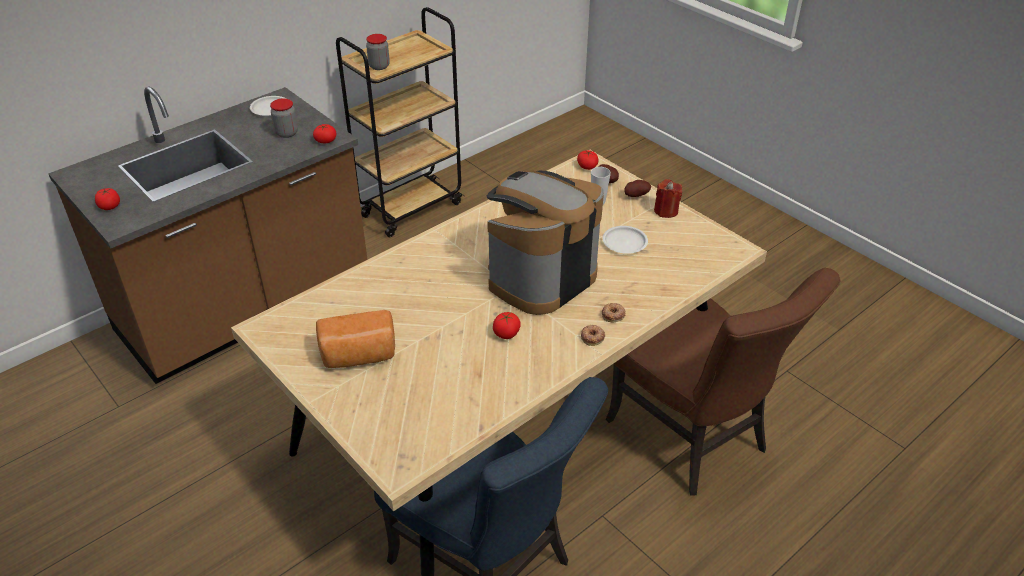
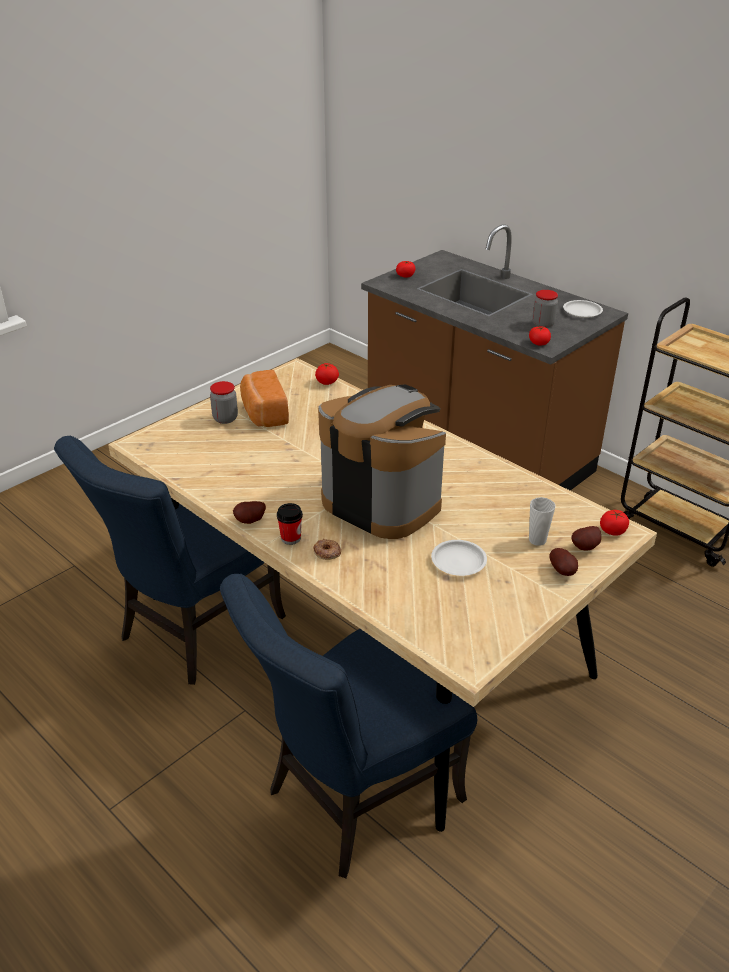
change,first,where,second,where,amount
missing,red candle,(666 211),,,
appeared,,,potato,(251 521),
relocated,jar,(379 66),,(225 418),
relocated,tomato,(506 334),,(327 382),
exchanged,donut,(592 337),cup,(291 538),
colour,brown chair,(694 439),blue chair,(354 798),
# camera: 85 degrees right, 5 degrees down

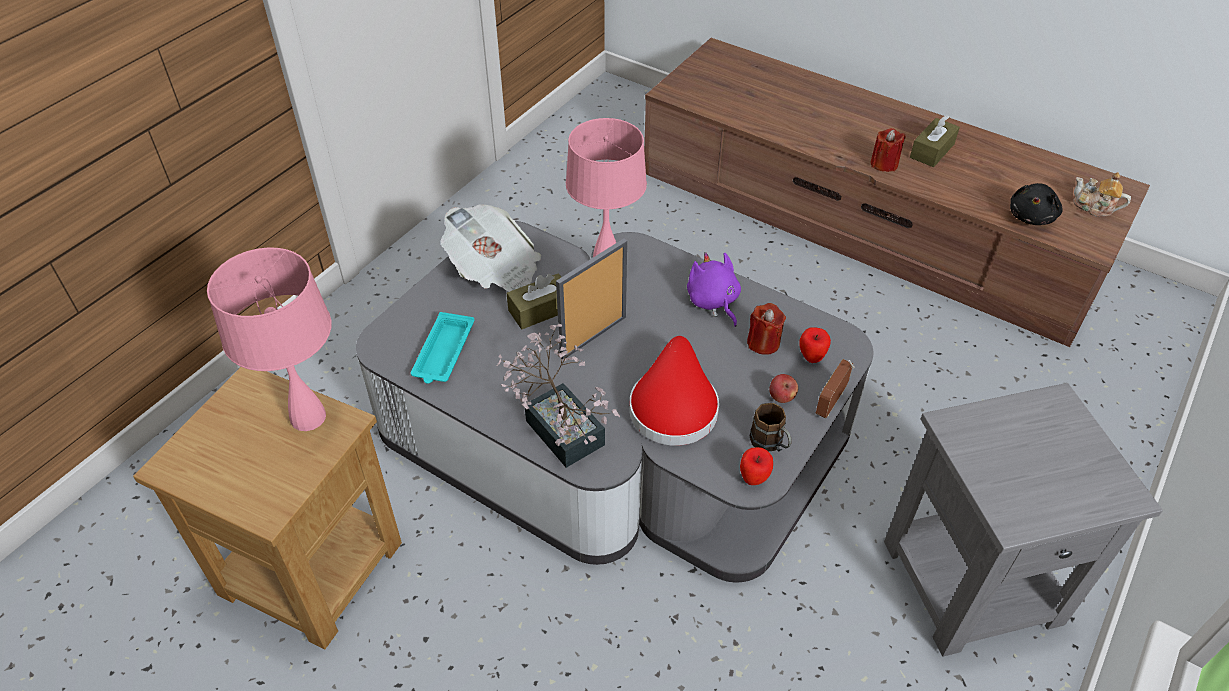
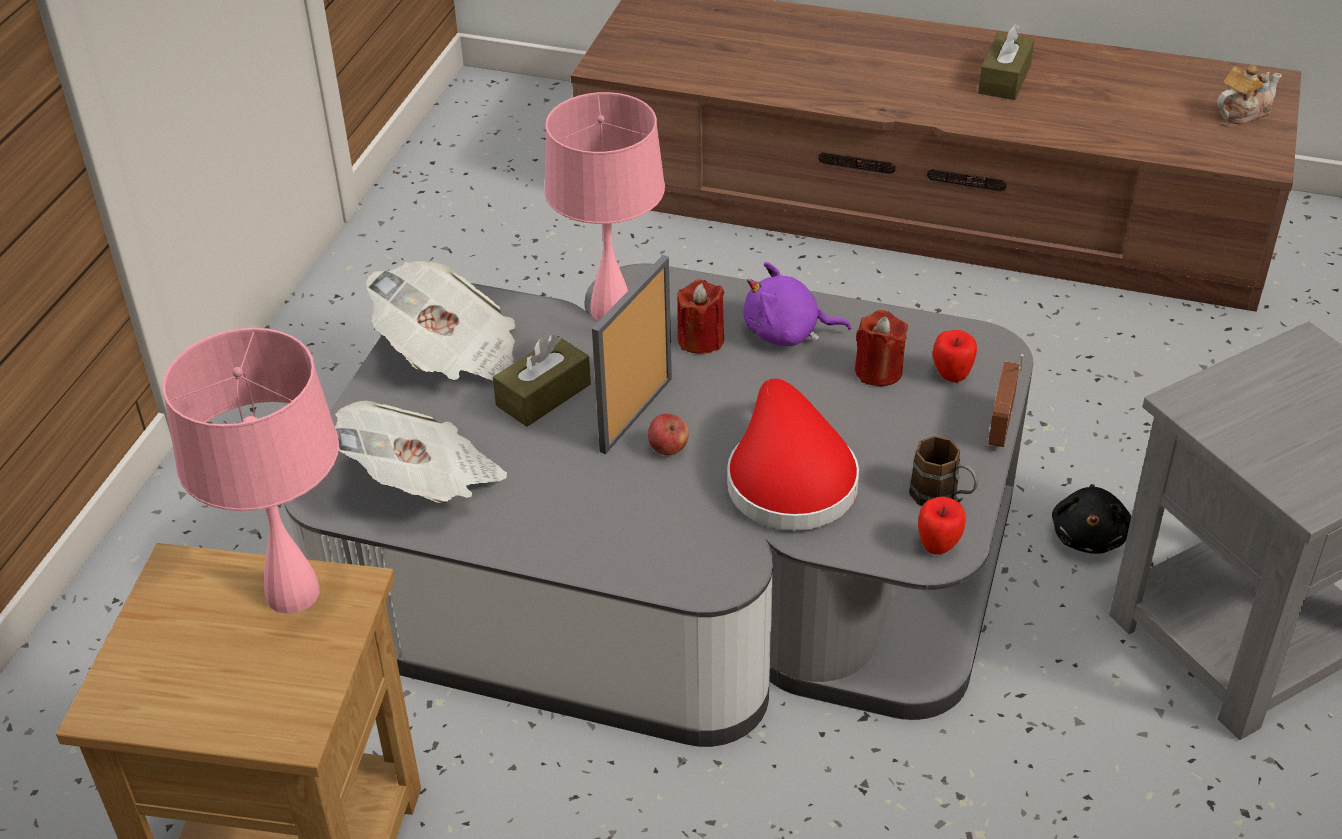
change,first,where,second,where,amount
missing,potted plant,(560 425),,,
relocated,apple,(781 397),,(668 449),
relocated,red candle,(884 164),,(700 339),
relocated,black plush toy,(1031 216),,(1089 535),
exchanged,turquoise tray,(443 353),newspaper,(424 483),
spun,purple plush toy,(713 302),,(787 333),45 degrees counterclockwise
spun,teapot,(1094 207),,(1242 112),135 degrees clockwise
# camera: 15 degrees left, 5 degrees down

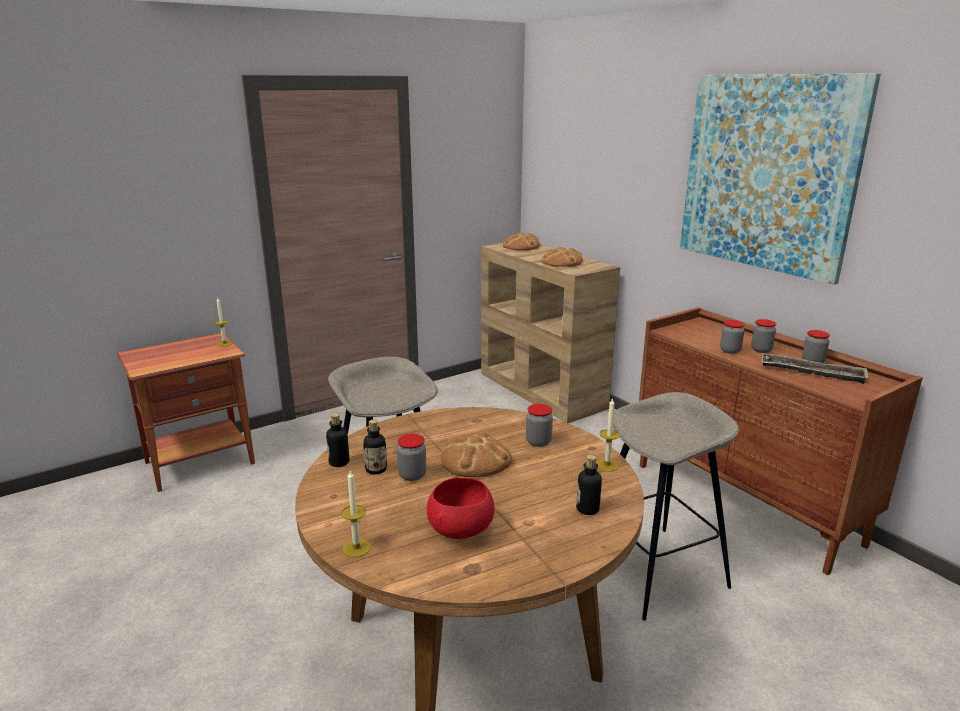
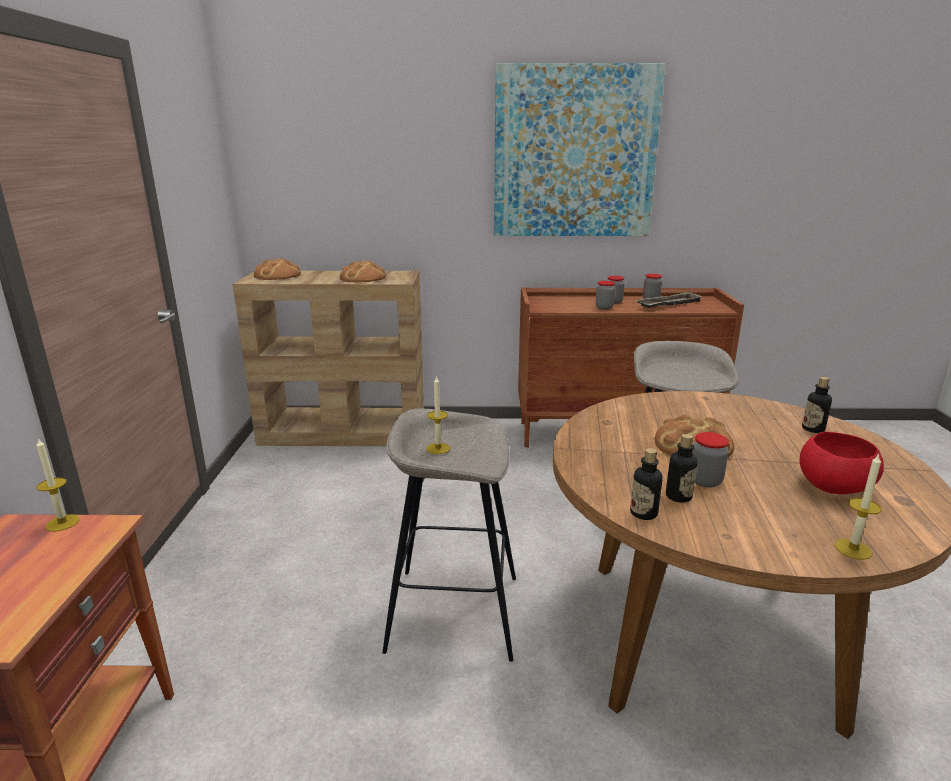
change,first,where,second,where,amount
missing,jar,(538 442),,,
relocated,candle,(607 465),,(438 448),
# camera: 55 degrees left, 0 degrees up

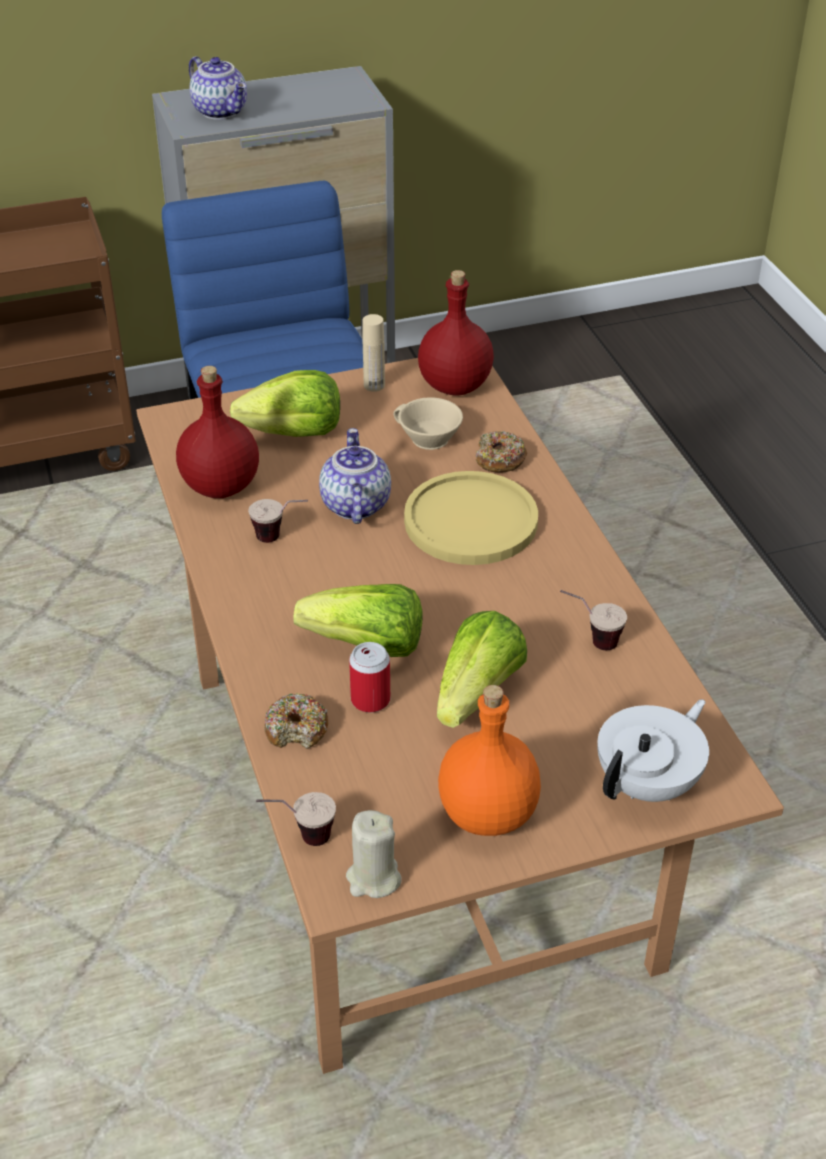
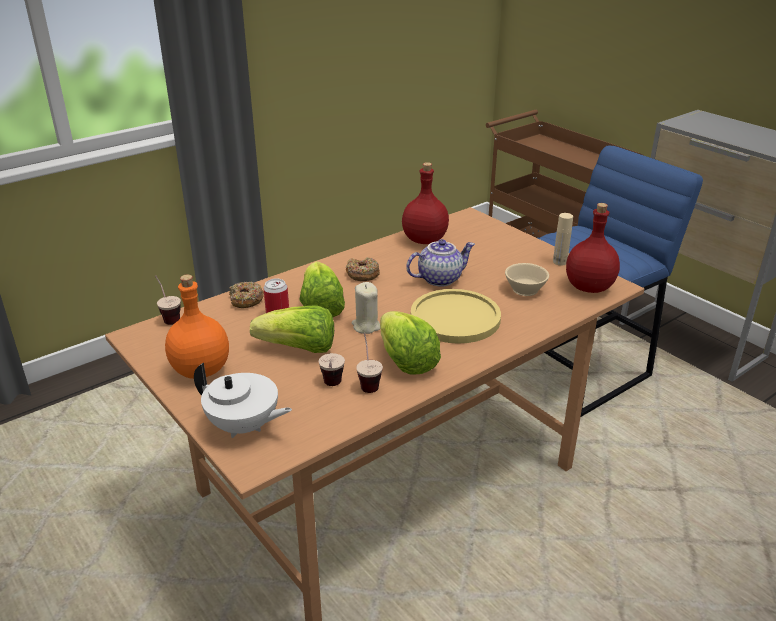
change,first,where,second,where,amount
missing,teapot,(221 111),,,
relocated,lettuce,(294 433),,(406 361),
relocated,cup,(281 539),,(332 388),
relocated,beige candle,(373 878),,(366 326),
relocated,donut,(499 459),,(362 274),
# camera: 70 degrees right, 10 degrees down

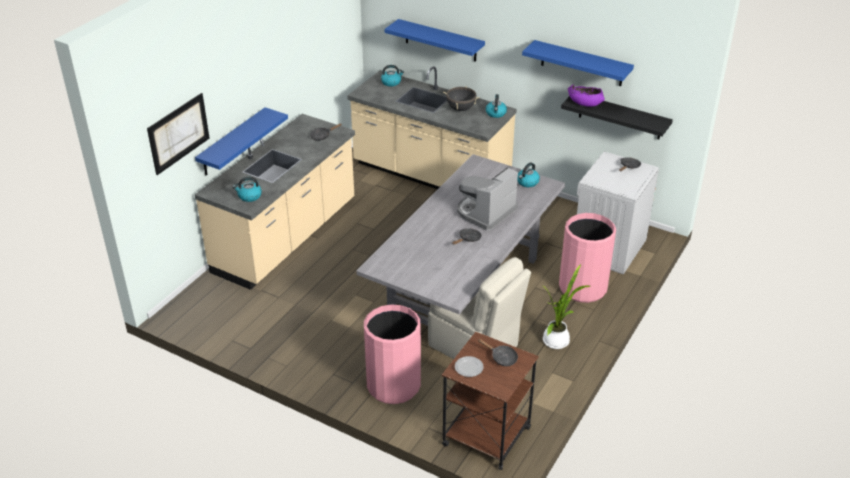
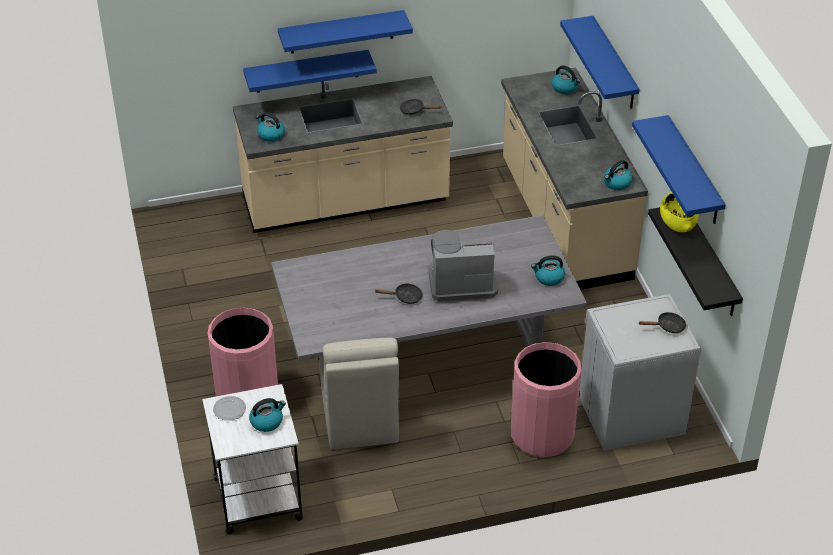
change,first,where,second,where,amount
missing,picture,(179 133),,,
missing,black cooking pot,(461 109),,,
missing,potted plant,(557 340),,,
appeared,,,blue shelf,(341 32),
exchanged,black frying pan,(501 358),kettle,(267 421),
colour,brown cart,(485 435),white cart,(257 496),
colour,purple bowl,(584 102),yellow bowl,(677 221),
# camera: 45 degrees right, 5 degrees up

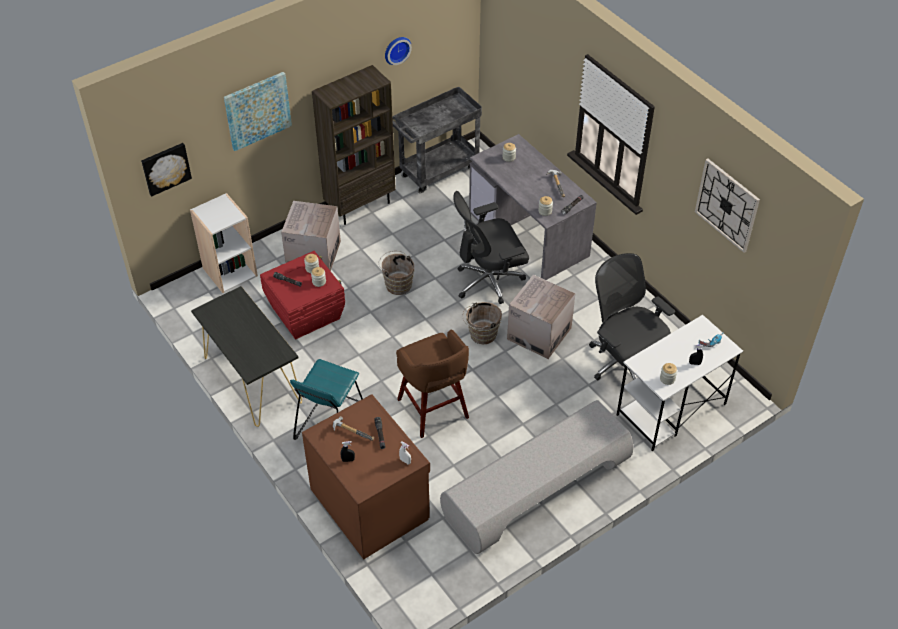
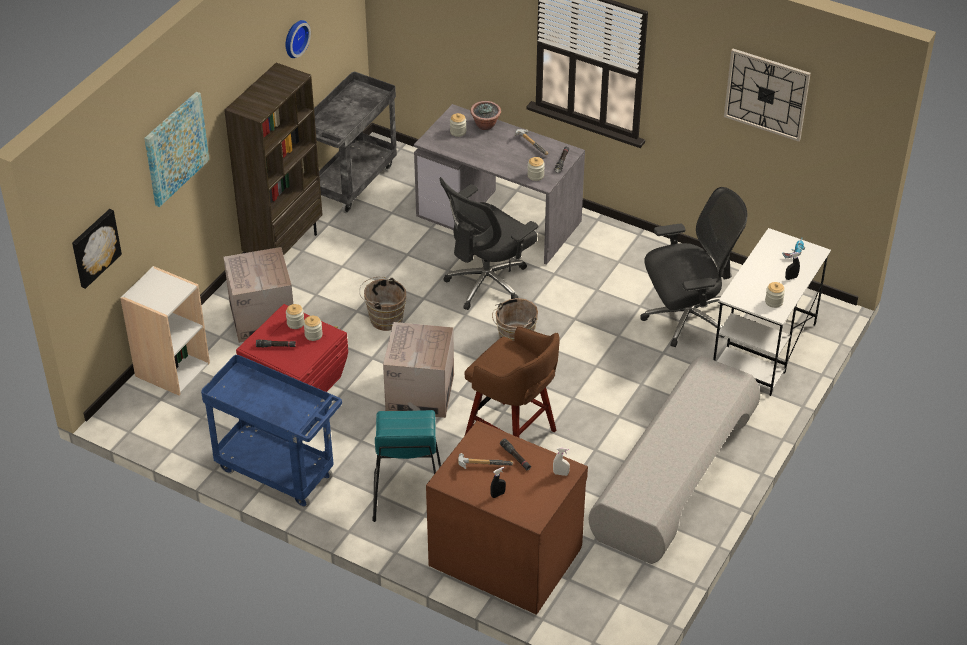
change,first,where,second,where,amount
appeared,,,potted plant,(485 125),
relocated,cardboard box,(539 333),,(420 393),
exchanged,black console table,(252 379),blue cart,(280 476),
spun,office chair,(623 364),,(686 320),135 degrees clockwise
# camera: 25 degrees left, 5 degrees down

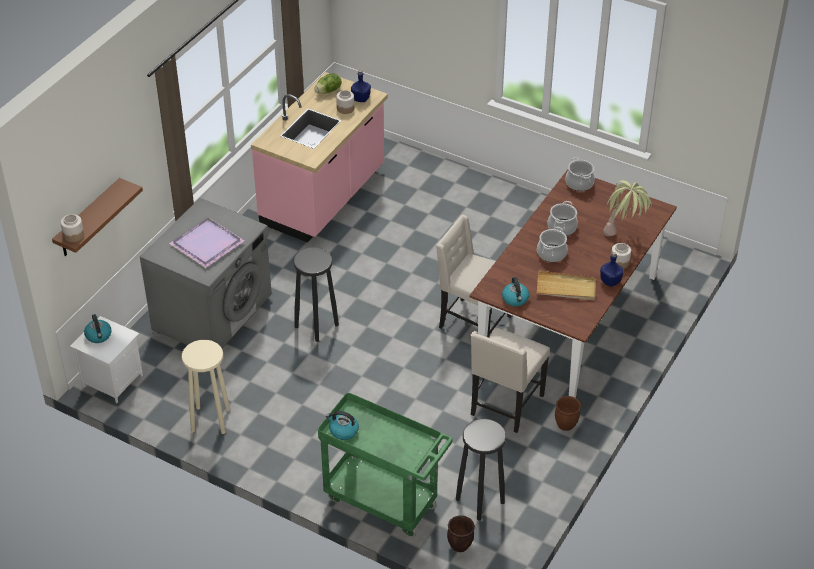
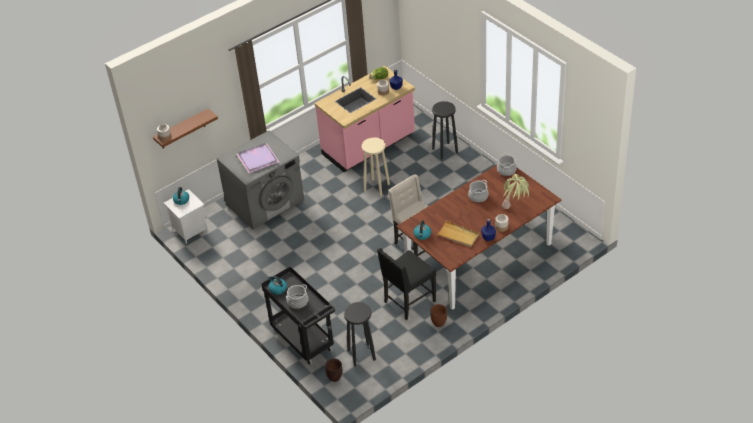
change,first,where,second,where,amount
relocated,beige stool,(211 420),,(377 187),
relocated,black stool,(317 326),,(445 151),
relocated,cooking pot,(551 253),,(298 302),
colour,green cart,(385 506),black cart,(304 342),
colour,beige chair,(505 406),black chair,(408 302),
# camera: 25 degrees right, 0 degrees up

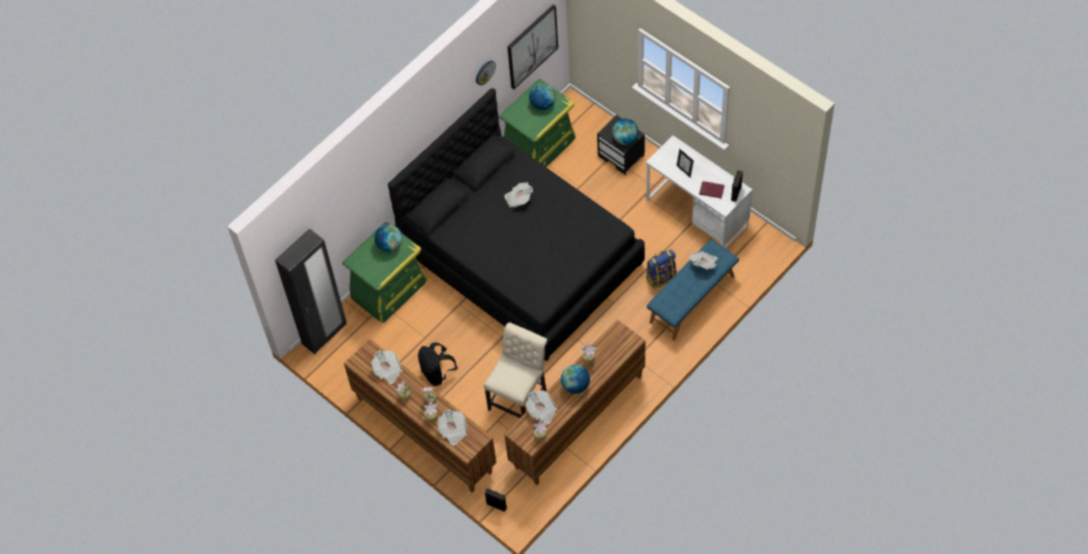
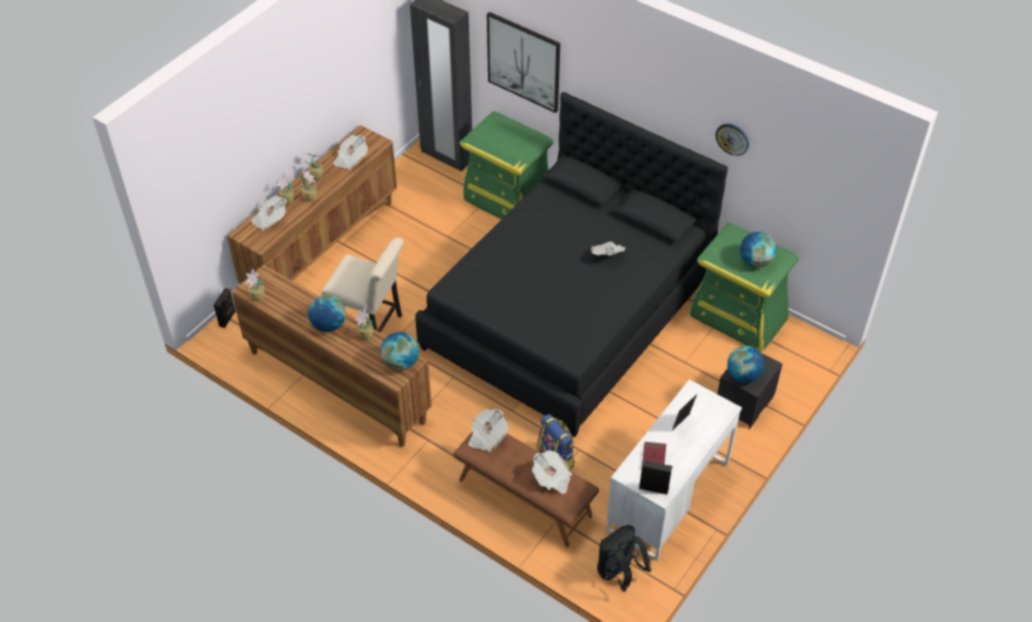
change,first,where,second,where,amount
relocated,globe,(390 245),,(401 362),
relocated,black backpack,(437 374),,(619 573),
relocated,picture,(532 46),,(524 62),
relocated,newspaper,(542 411),,(487 437),
colour,blue bench,(692 299),brown bench,(524 498),
# camera: 80 degrees right, 10 degrees down

